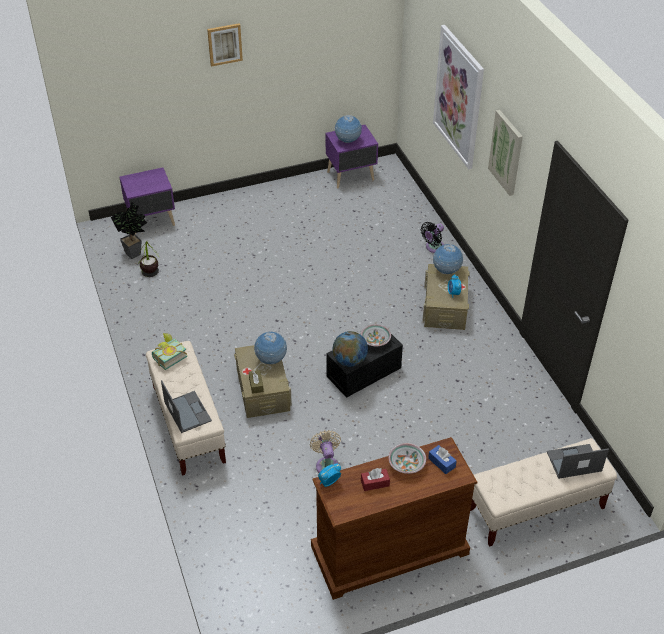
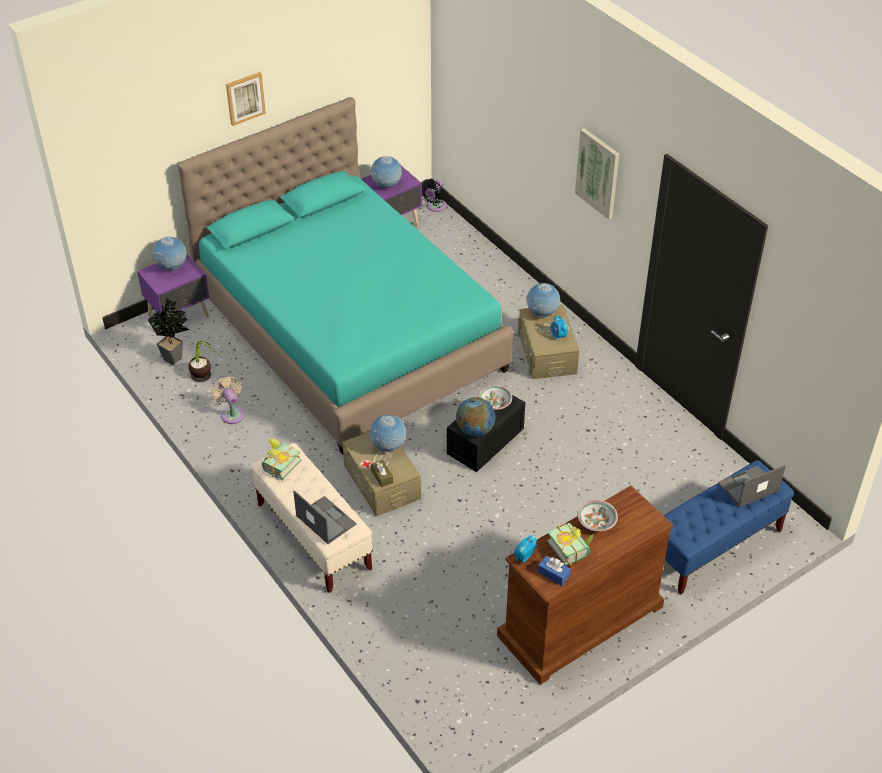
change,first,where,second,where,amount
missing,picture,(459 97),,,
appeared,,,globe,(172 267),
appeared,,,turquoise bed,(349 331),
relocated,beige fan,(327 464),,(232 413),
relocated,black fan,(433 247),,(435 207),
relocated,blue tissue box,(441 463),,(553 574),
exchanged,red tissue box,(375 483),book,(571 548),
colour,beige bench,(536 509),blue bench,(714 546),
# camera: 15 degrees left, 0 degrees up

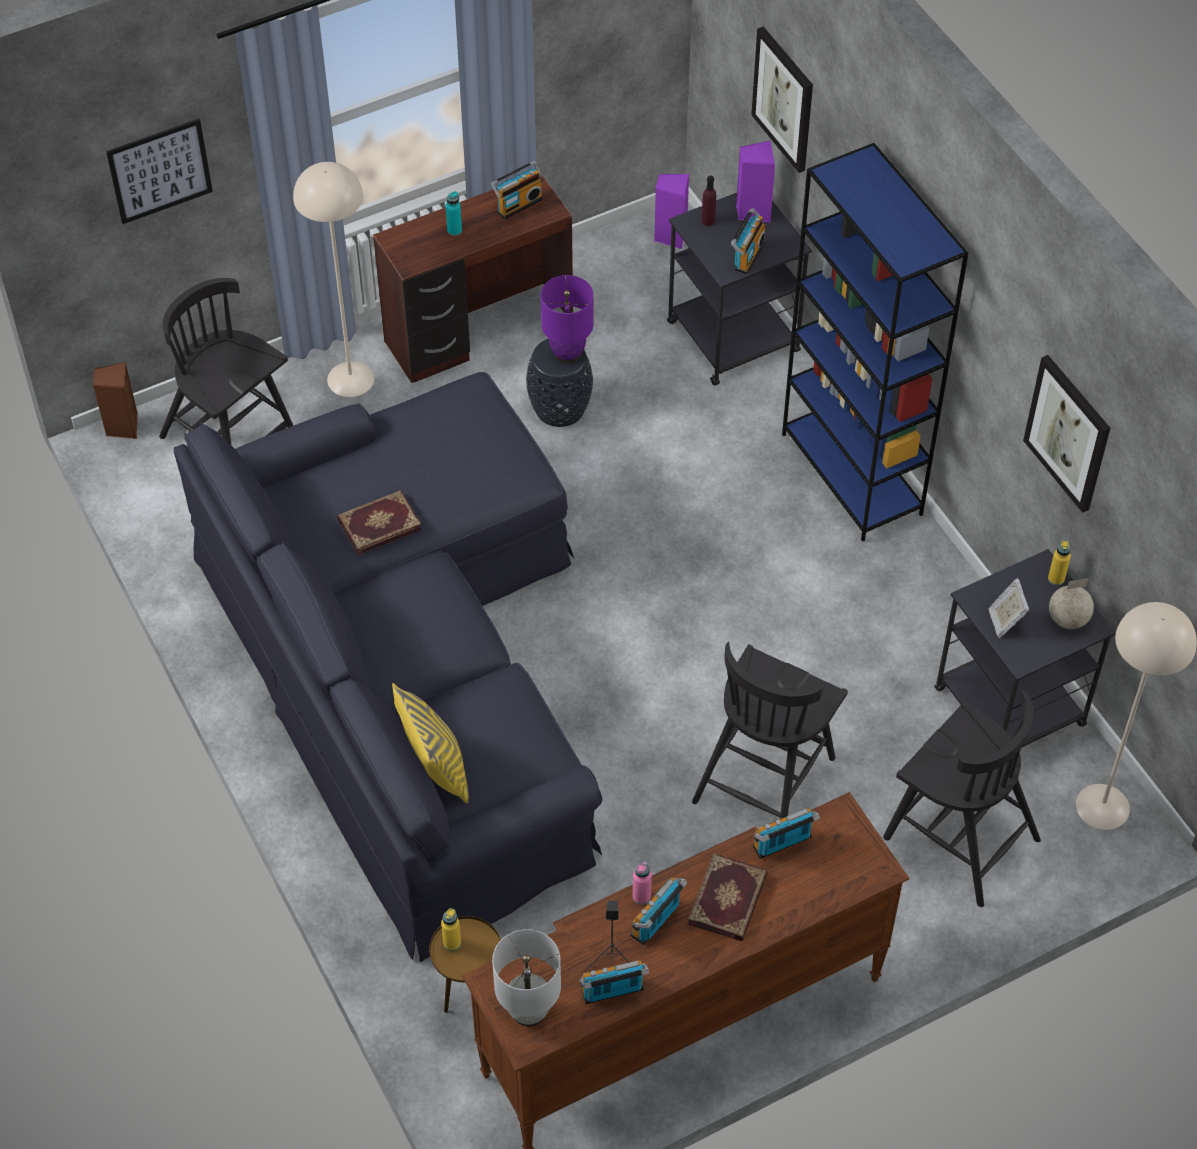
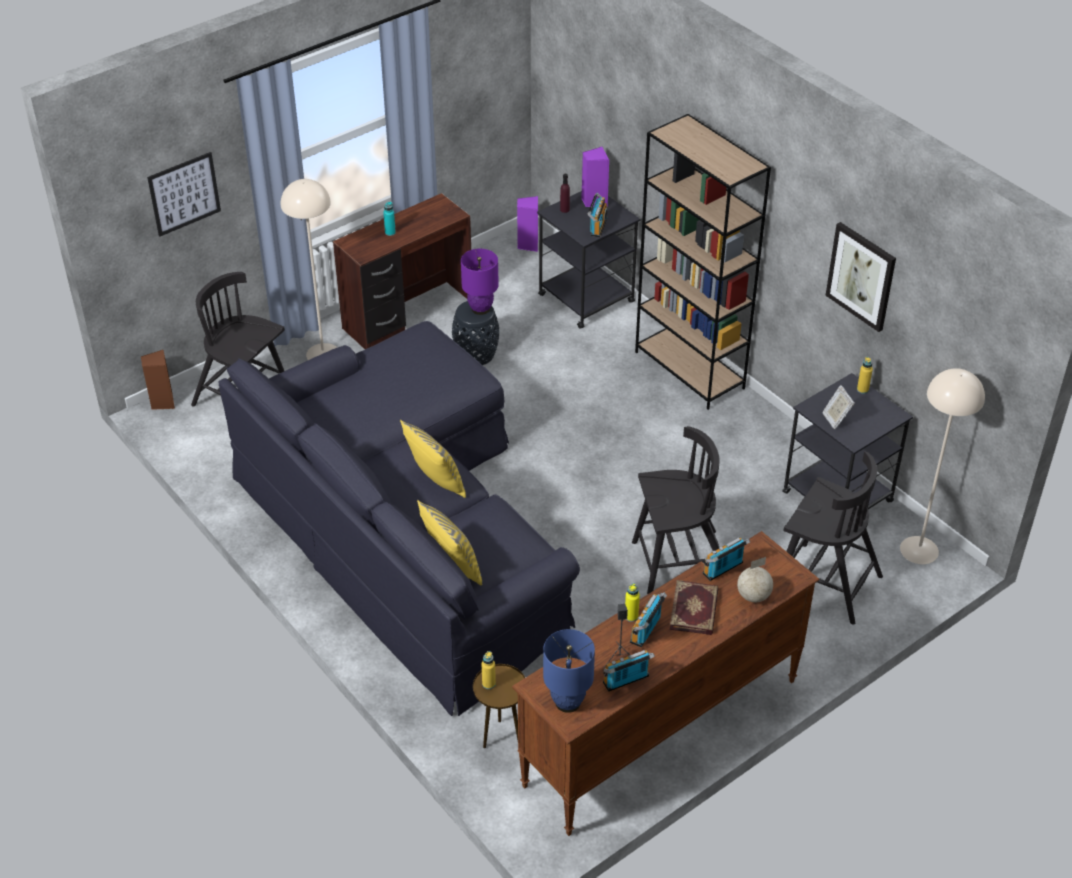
change,first,where,second,where,amount
missing,book,(379 523),,,
missing,radio,(518 204),,,
missing,picture,(784 99),,,
appeared,,,yellow pillow,(436 482),
relocated,globe,(1068 620),,(754 596),
colour,white table lamp,(528 1011),blue table lamp,(567 702),
colour,pink bottle,(641 896),yellow bottle,(631 616),
colour,blue bookcase,(852 474),beige bookcase,(690 370),
spun,black chair,(765 776),,(679 562),120 degrees counterclockwise
# camera: 10 degrees left, 10 degrees down

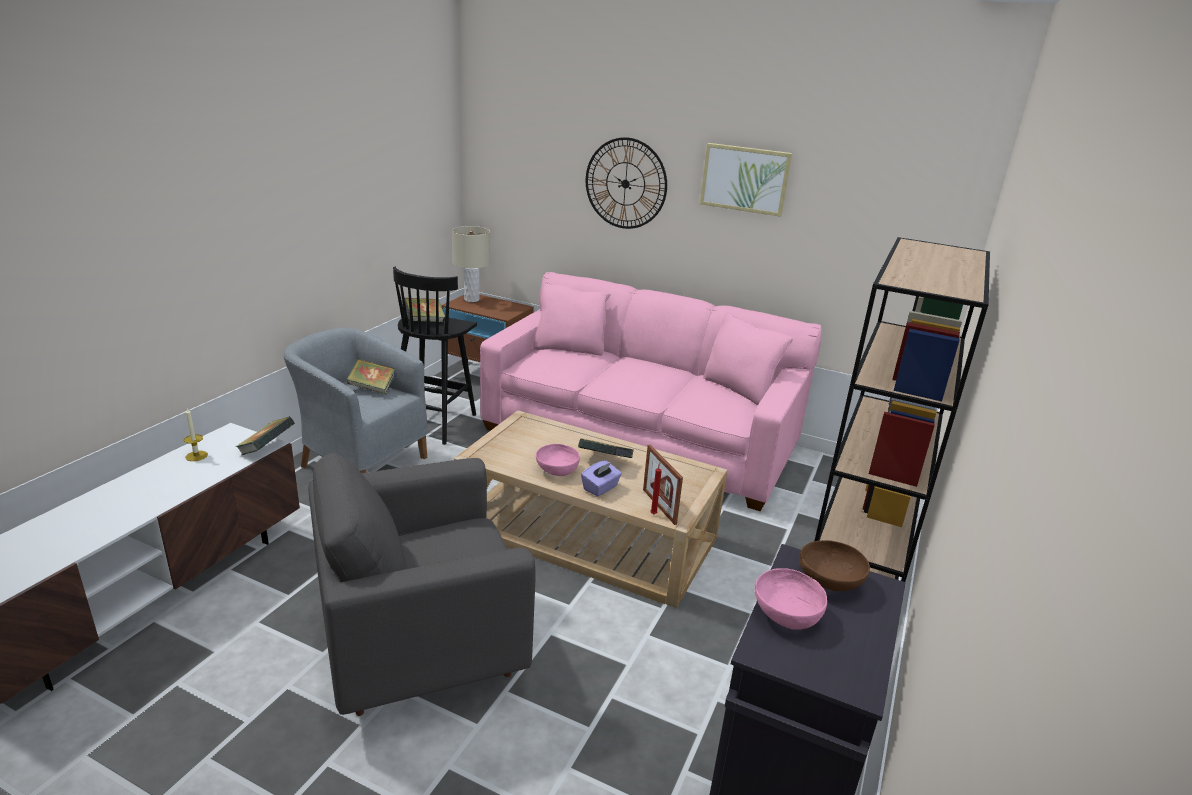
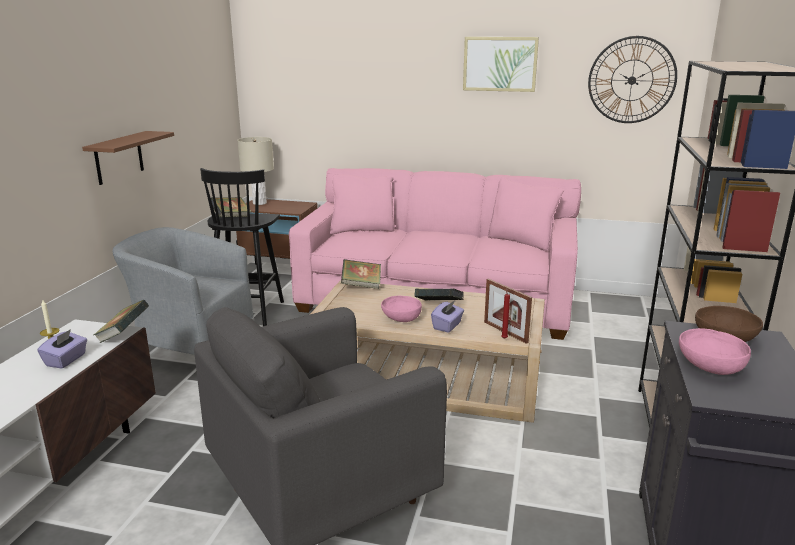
change,first,where,second,where,amount
appeared,,,purple tissue box,(66 360),
appeared,,,brown shelf,(119 157),
relocated,book,(372 388),,(361 285),
relocated,wall clock,(625 183),,(631 80),
# camera: 10 degrees left, 5 degrees down

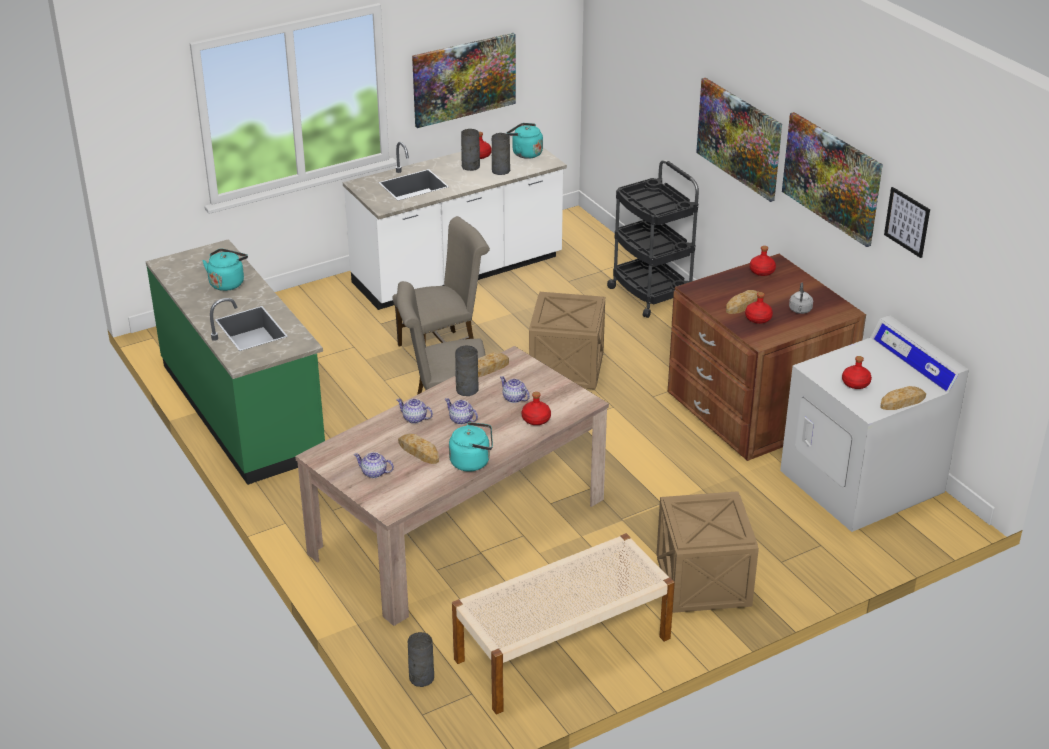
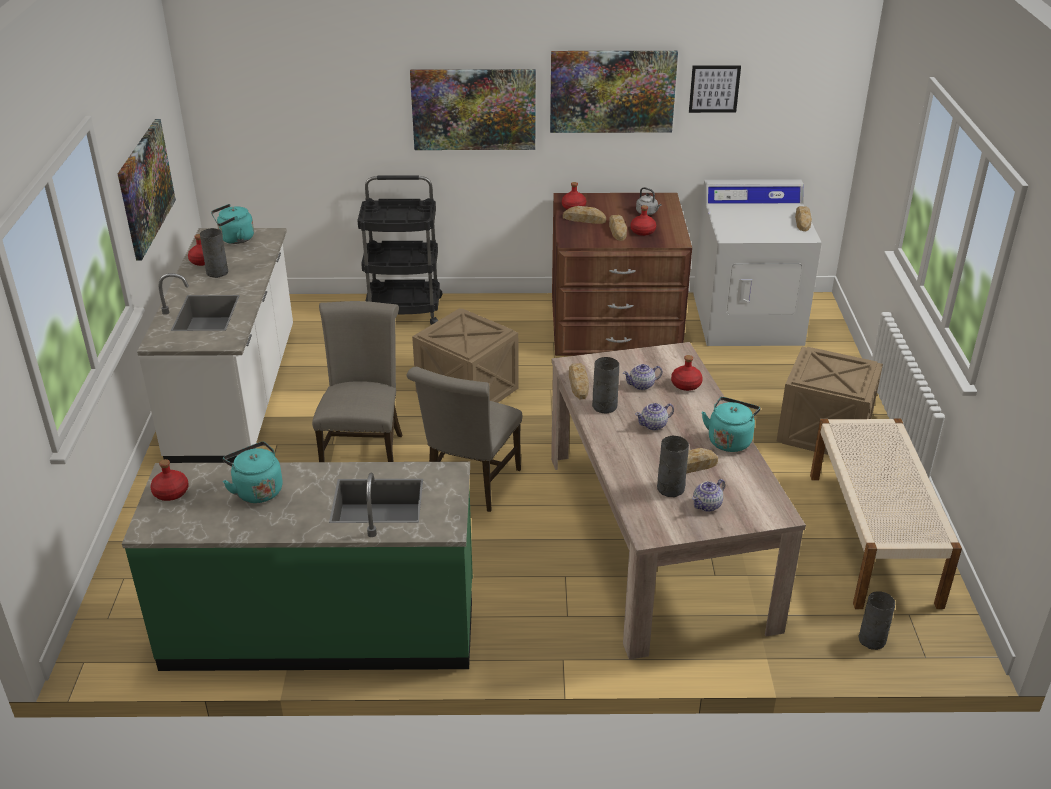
change,first,where,second,where,amount
missing,teapot,(415 419),,,
appeared,,,bread,(584 219),
relocated,grey vase,(500 170),,(669 488),
relocated,red bottle,(855 383),,(170 492),
# camera: 60 degrees left, 0 degrees up

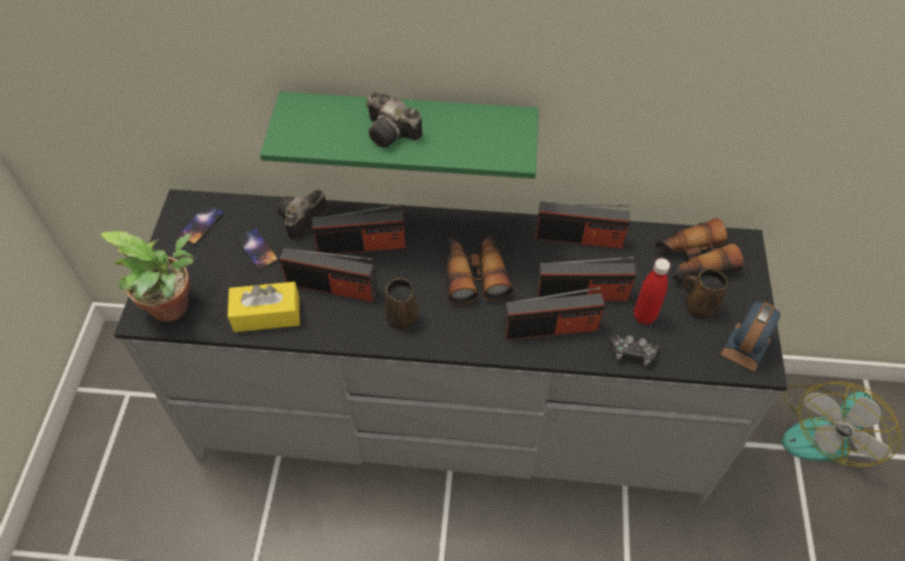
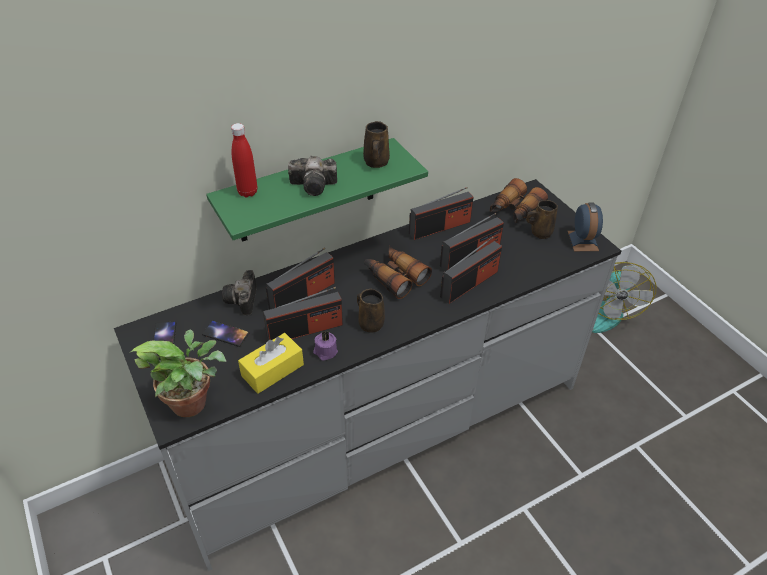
change,first,where,second,where,amount
missing,game controller,(632 353),,,
appeared,,,purple candle,(325 352),
appeared,,,brown mug,(376 163),
relocated,red bottle,(644 316),,(247 192),
# camera: 35 degrees left, 10 degrees down

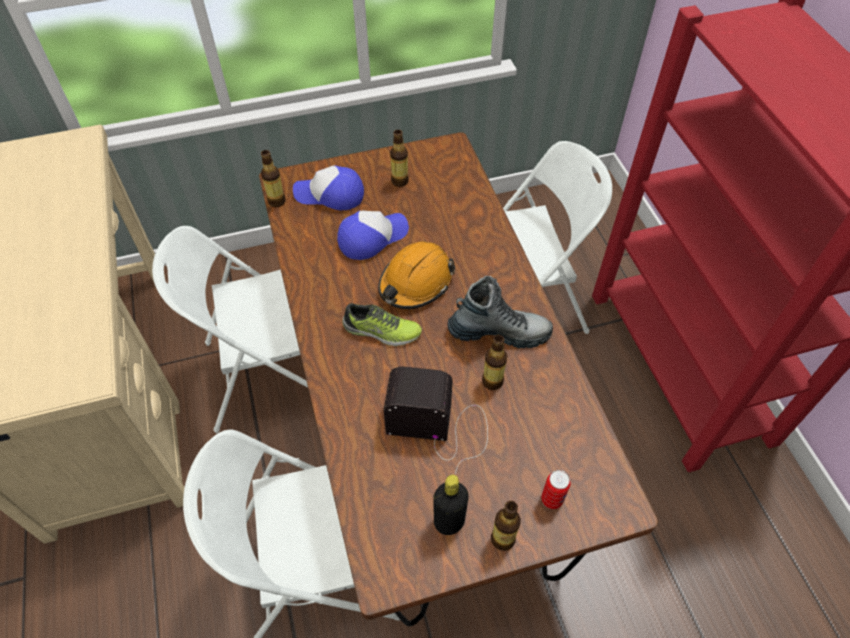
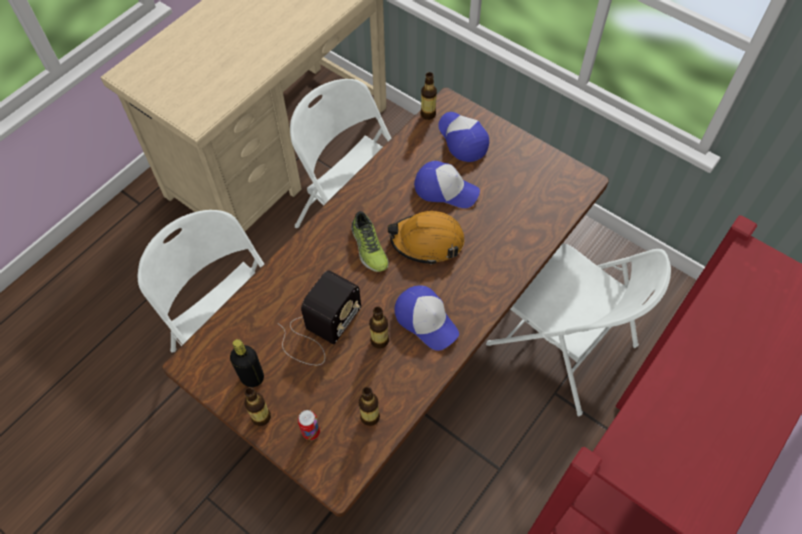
change,first,where,second,where,amount
relocated,bottle,(399 181),,(370 417),
exchanged,boot,(499 332),cap,(426 320),
spun,radio,(441 426),,(319 330),60 degrees clockwise
# camera: 55 degrees right, 5 degrees up

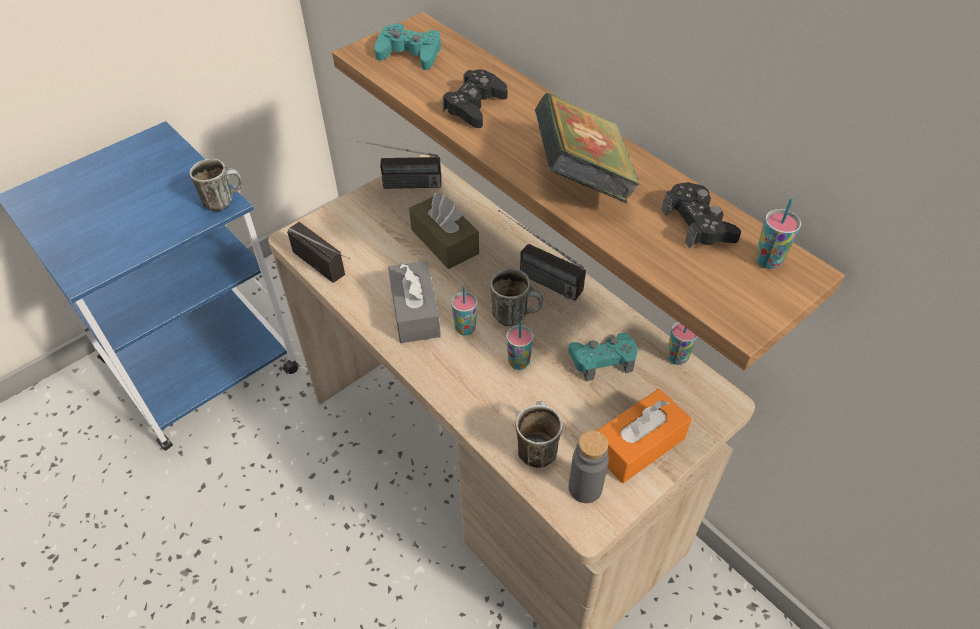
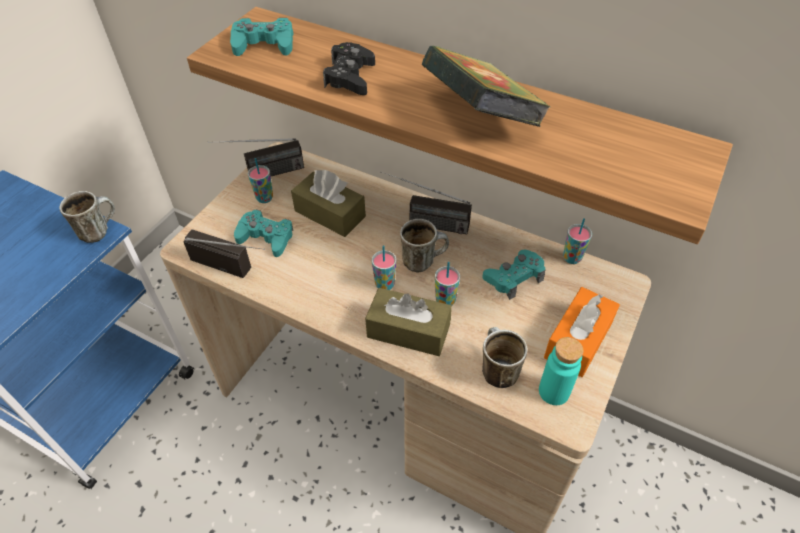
change,first,where,second,where,amount
missing,grey tissue box,(415 312),,,
missing,black game controller,(698 224),,,
appeared,,,turquoise game controller,(266 237),
appeared,,,brown tissue box,(408 331),
relocated,cup,(768 260),,(264 198),
colour,grey bottle,(585 488),turquoise bottle,(554 391),
# camera: 20 degrees left, 0 degrees up

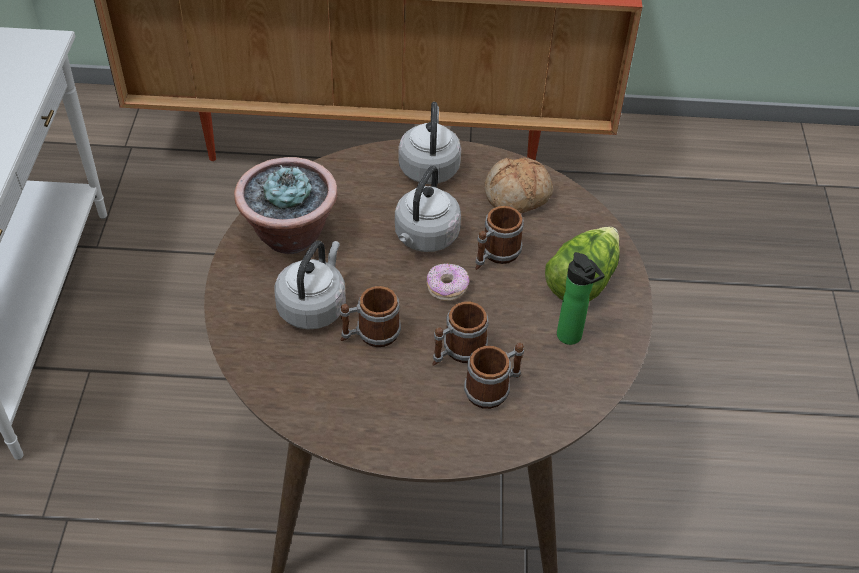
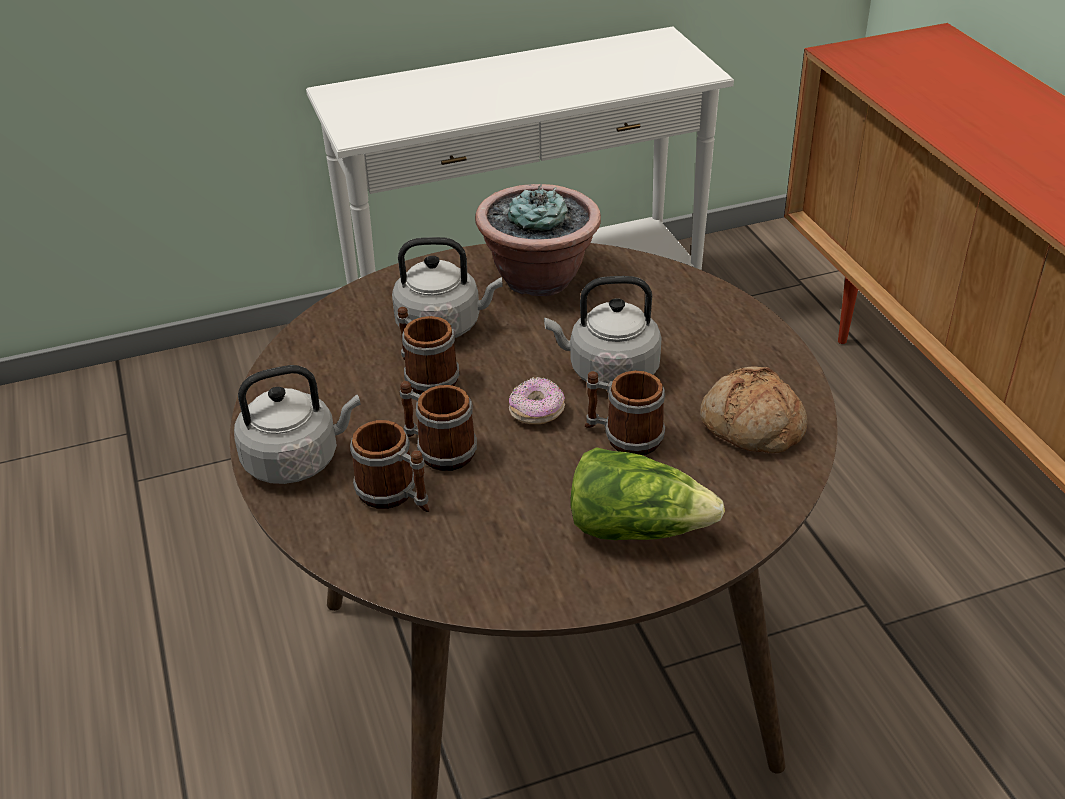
change,first,where,second,where,amount
missing,bottle,(571 338),,,
relocated,grey kettle,(429 167),,(297 460),
# camera: 70 degrees right, 10 degrees down

